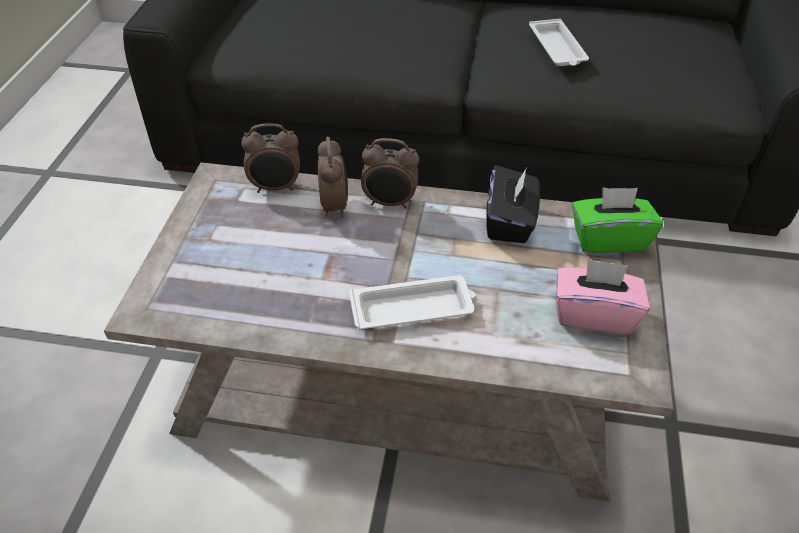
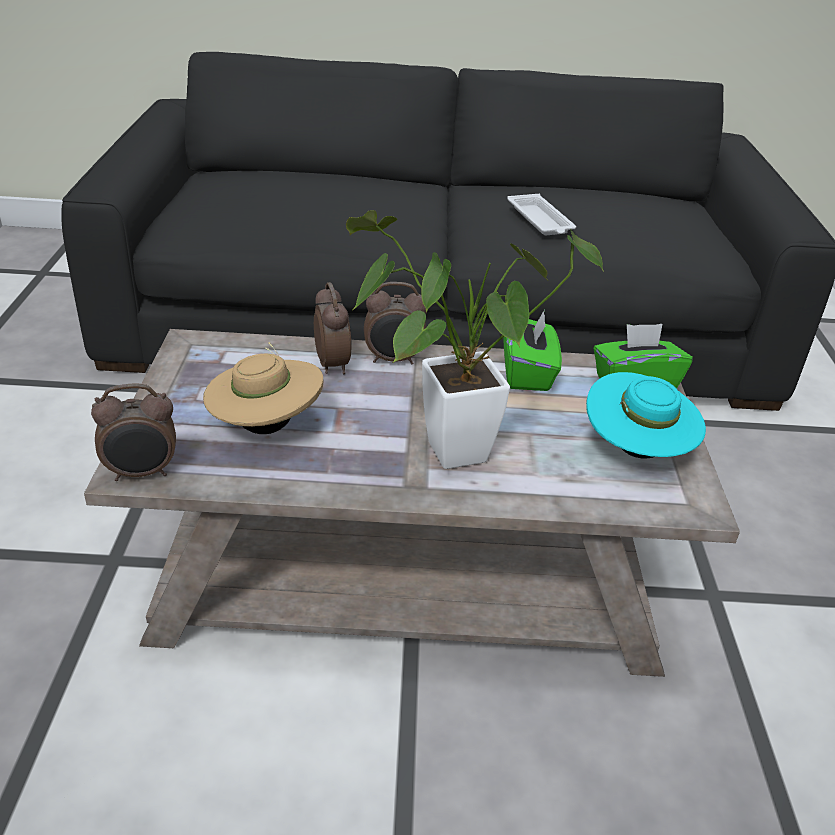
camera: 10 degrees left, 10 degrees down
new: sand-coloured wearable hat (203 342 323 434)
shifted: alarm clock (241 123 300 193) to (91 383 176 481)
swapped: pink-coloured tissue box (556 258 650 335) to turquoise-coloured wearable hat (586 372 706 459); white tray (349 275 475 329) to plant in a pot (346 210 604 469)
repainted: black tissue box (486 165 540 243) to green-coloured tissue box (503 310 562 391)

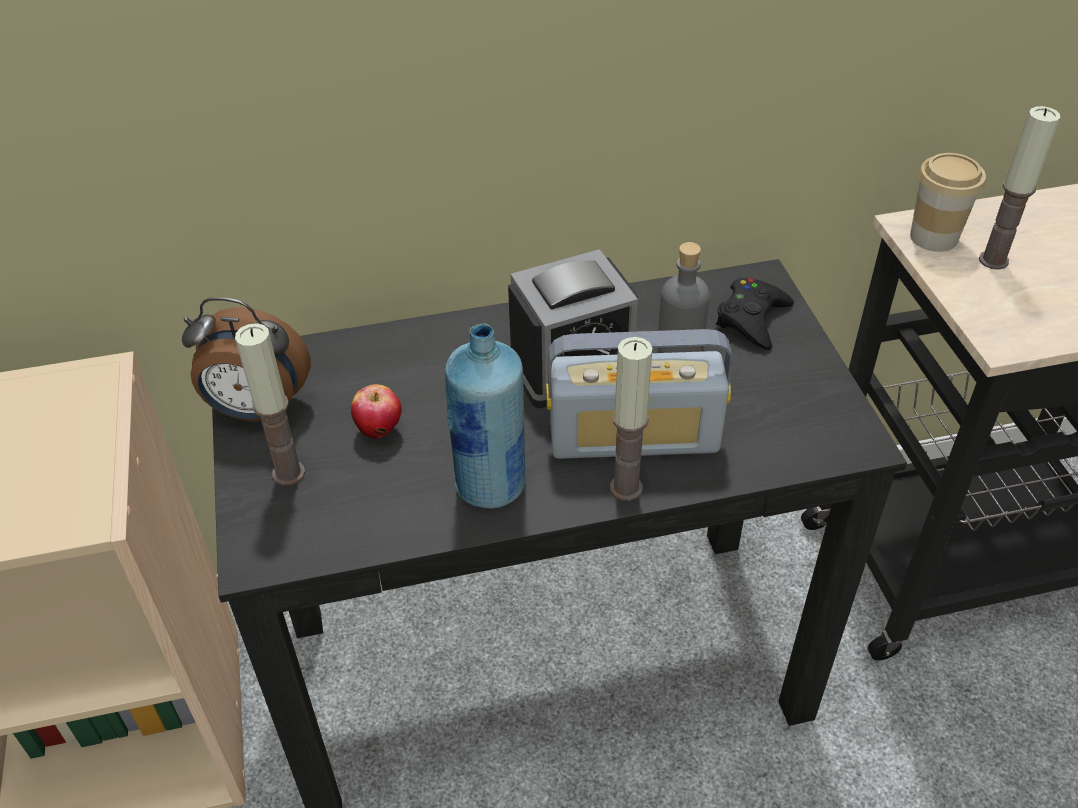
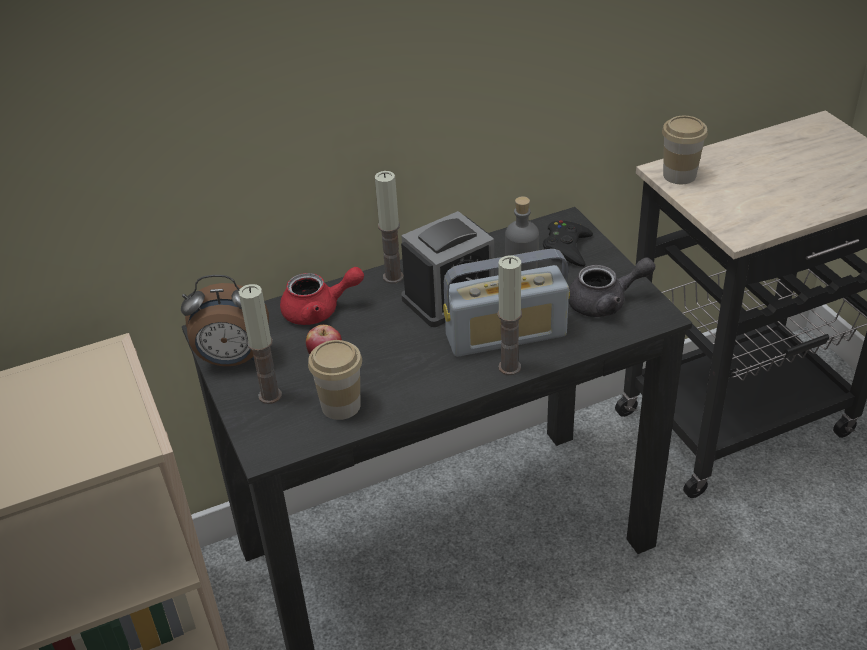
camera: 10 degrees left, 5 degrees down
gone: blue drink bottle (445 324 525 509)
new: gray pot for tea (568 257 655 317); red pot for tea (280 267 364 325); cup (308 340 362 420)
shifted: wax candle (979 106 1060 270) to (375 171 404 284)

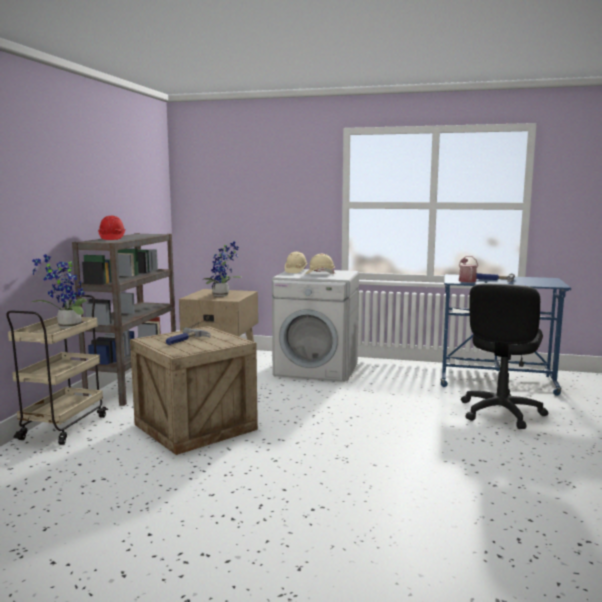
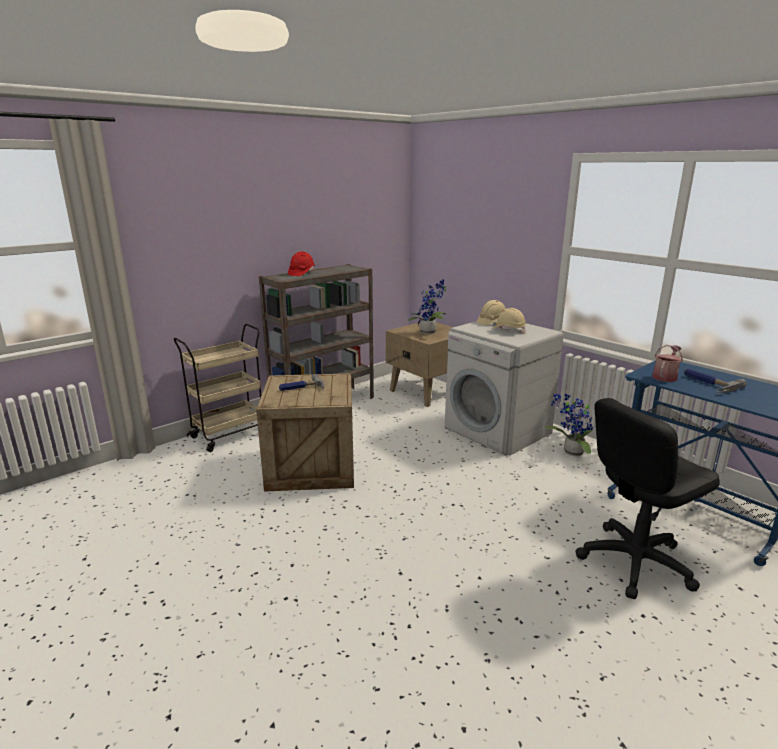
camera: 35 degrees right, 10 degrees up
shifted: plant in a pot (30 254 88 328) to (545 394 593 456)

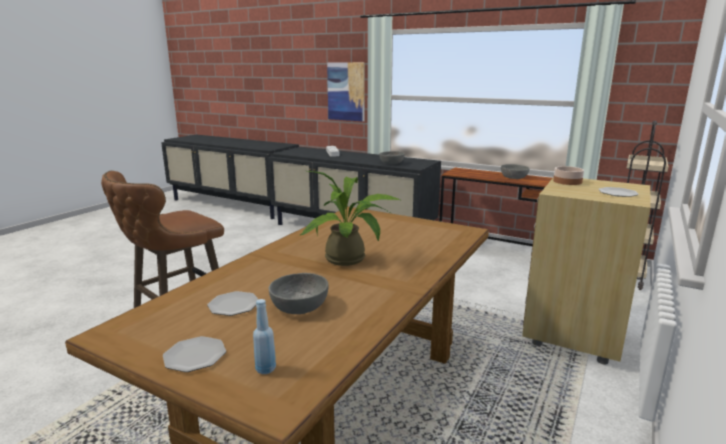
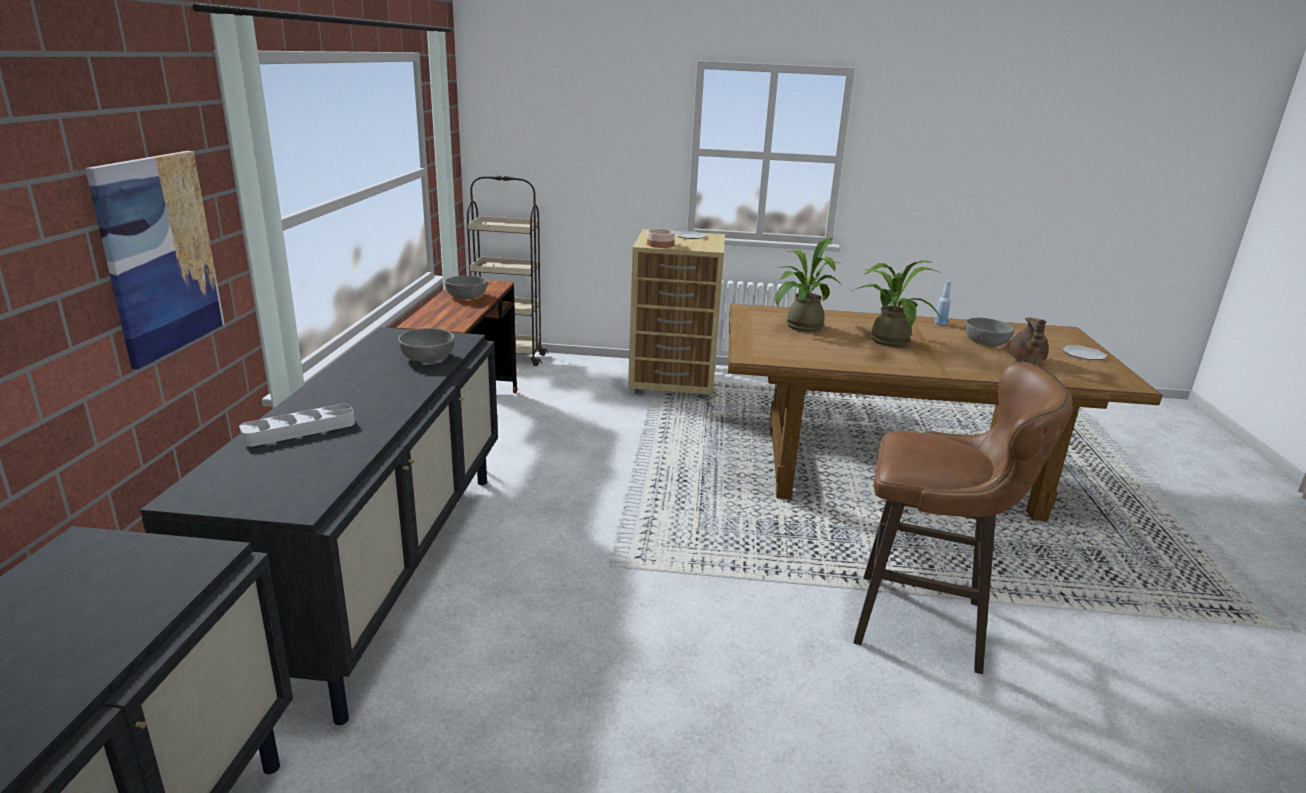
camera: 115 degrees left, 5 degrees up
new: plant in a pot (775 238 841 332)
shifted: blue drink bottle (253 299 276 374) to (935 280 951 325)
swapped: plate (207 291 259 316) to brown-coloured pot for tea (1008 317 1049 362)

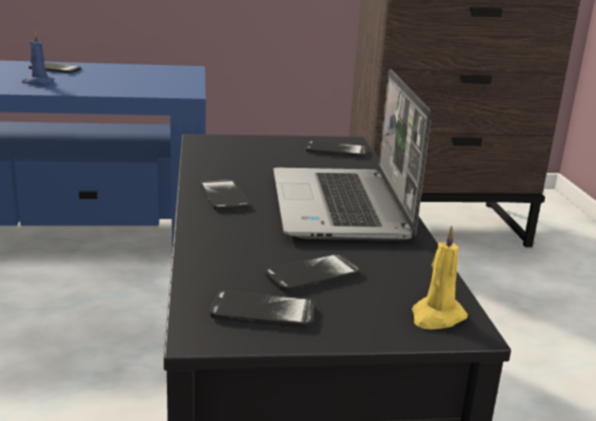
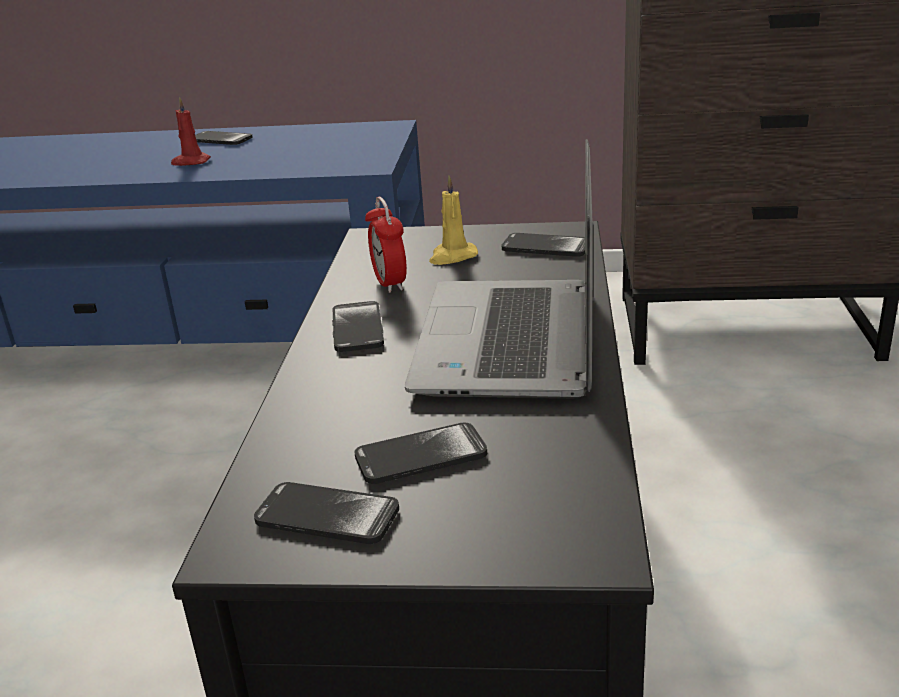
camera: 15 degrees right, 5 degrees up
new: alarm clock (365 197 407 293)
shifted: yellow wax candle (412 225 468 329) to (429 175 478 265)
repainted: blue wax candle (22 31 55 84) to red wax candle (171 97 211 166)

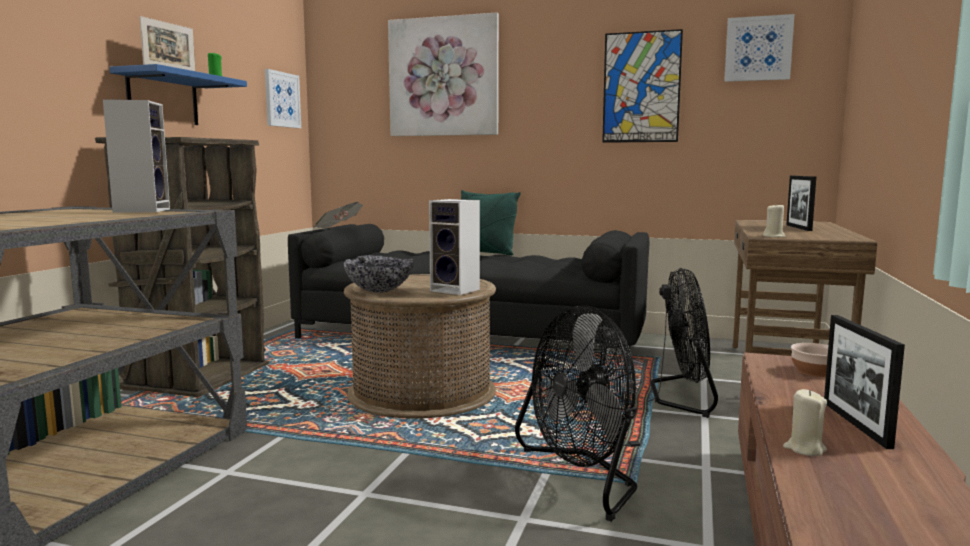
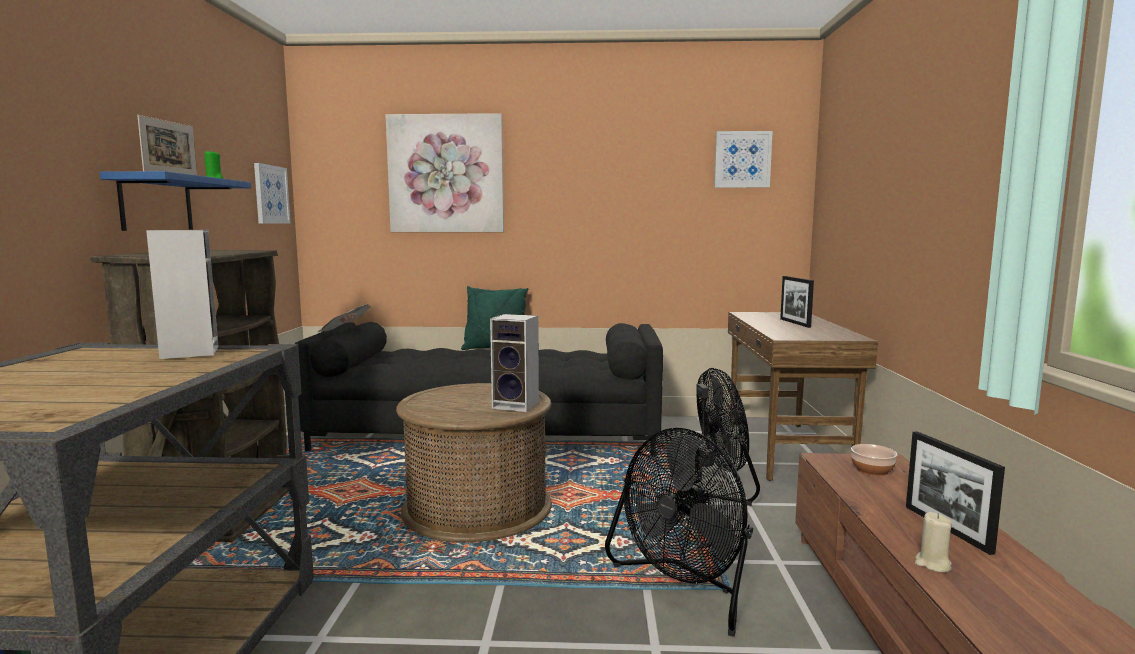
camera: 15 degrees left, 0 degrees up
gone: wall picture (602 29 683 143); sand-coloured wax candle (763 204 785 237); serving bowl (343 255 414 293)

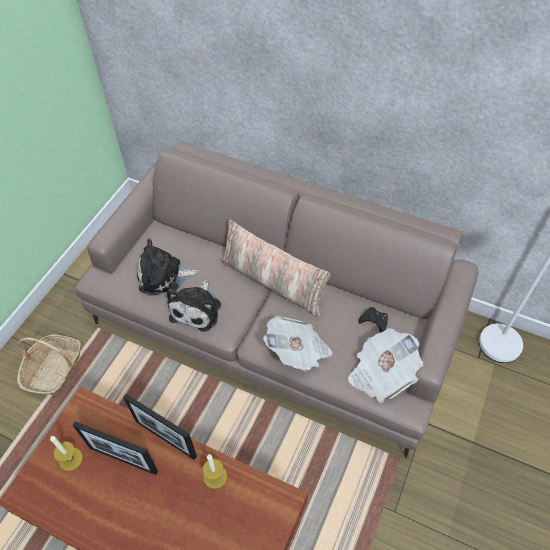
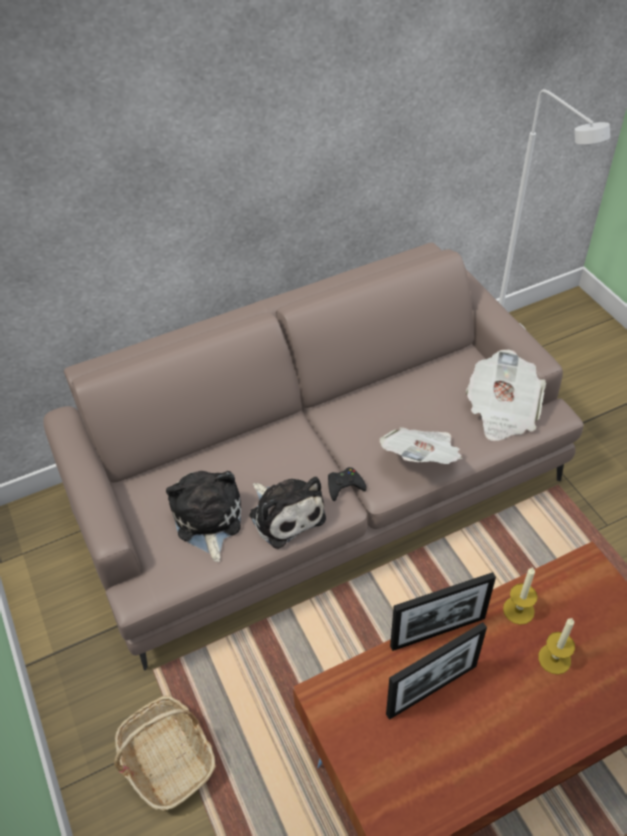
camera: 50 degrees left, 5 degrees down
gone: cushion (220 220 330 317)
shifted: black game controller (358 307 388 333) to (328 467 367 501); wax candle (50 436 83 471) to (538 617 575 674)
rotated: plush toy (137 238 198 296) = (166 471 241 562) 135 degrees clockwise

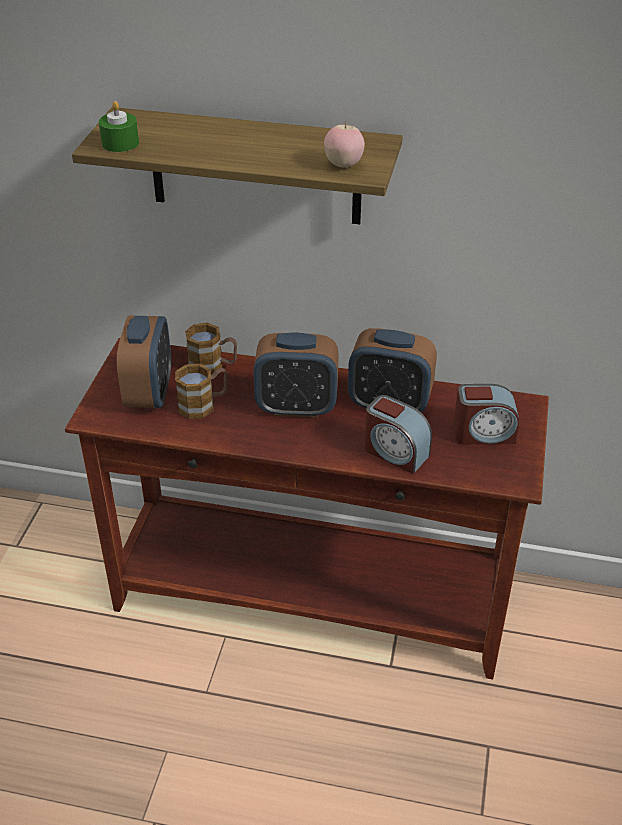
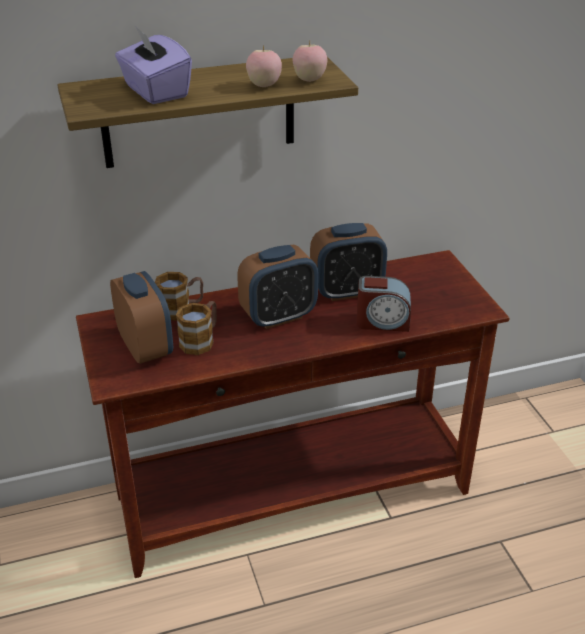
camera: 30 degrees left, 5 degrees down
gone: green-coloured wax candle (99 101 139 152); alarm clock (453 384 519 444)
new: purple-coloured tissue box (115 27 192 104); apple (246 46 282 87)

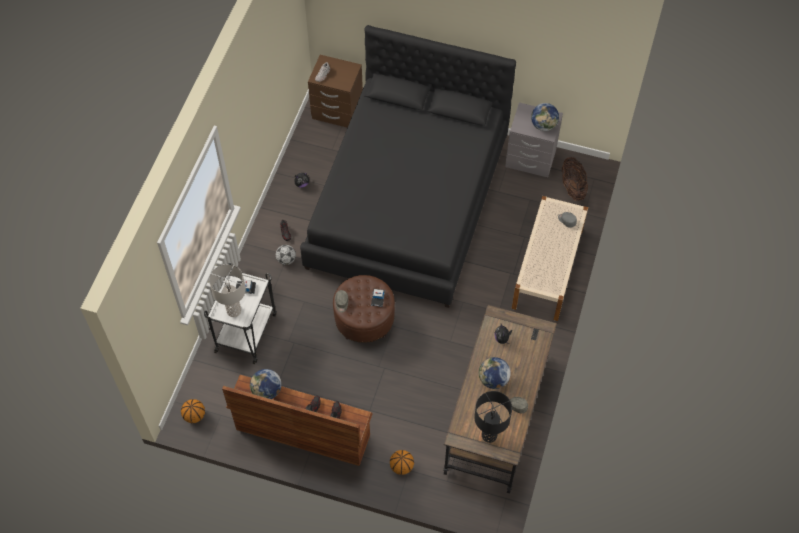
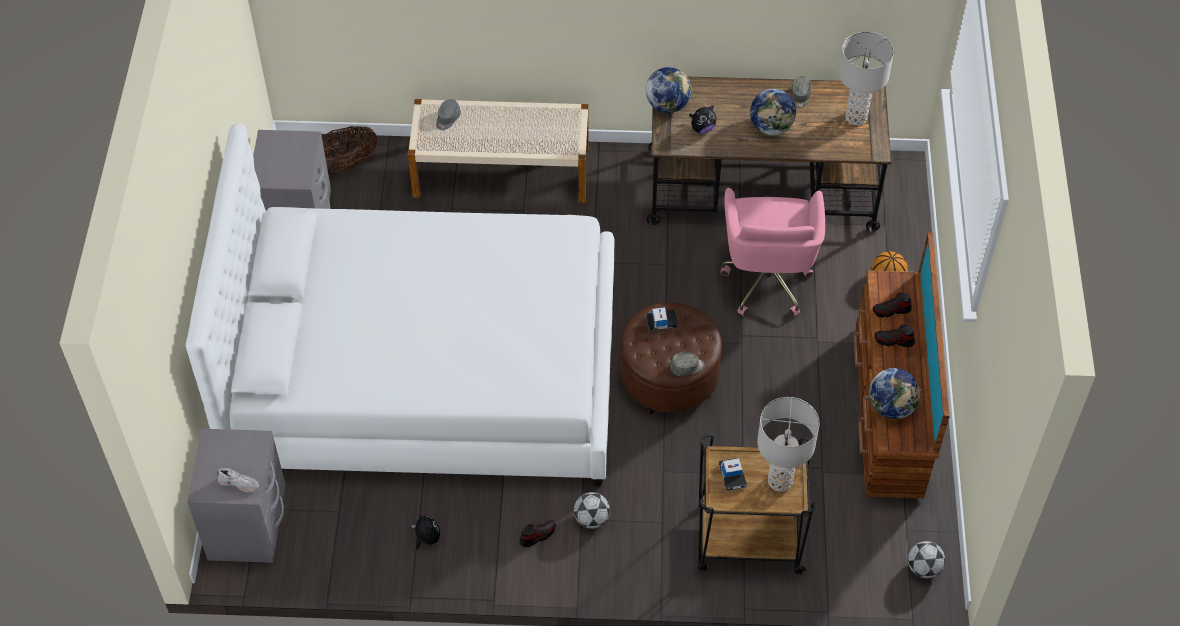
camera: 105 degrees left, 5 degrees down
new: pink-coloured desk chair (720 188 825 317)
shifted: desk globe (531 103 559 131) to (646 67 692 113)
swapped: ball for basketball (181 399 205 423) to football (908 541 945 578)
repainted: black bedroom bed (300 25 516 308) to white bedroom bed (186 123 615 486); brown-coloured bedside table (308 55 363 128) to gray bedside table (187 429 285 563); white wheeled cart (204 263 277 364) to brown-coloured wheeled cart (698 434 816 574); black tabletop lamp (474 391 512 443) to white tabletop lamp (839 32 894 125)

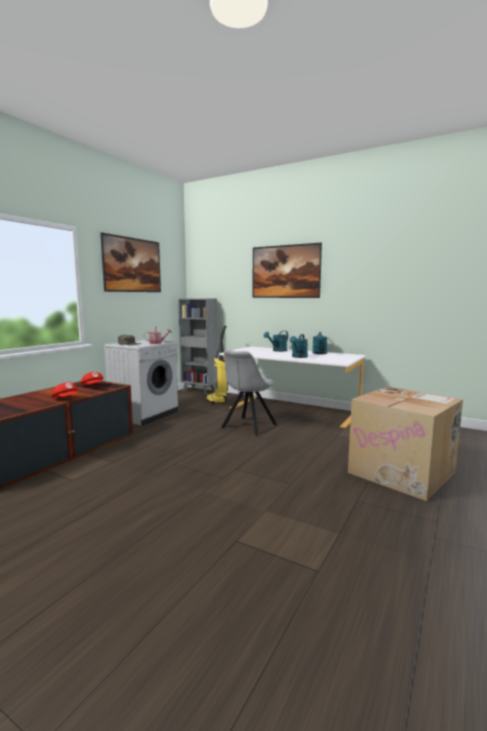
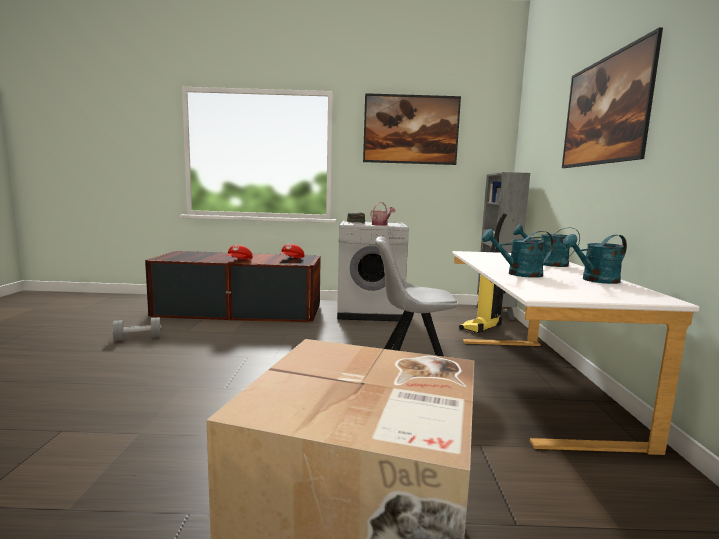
camera: 60 degrees right, 0 degrees up
new: gray hand weight (112 317 161 341)

